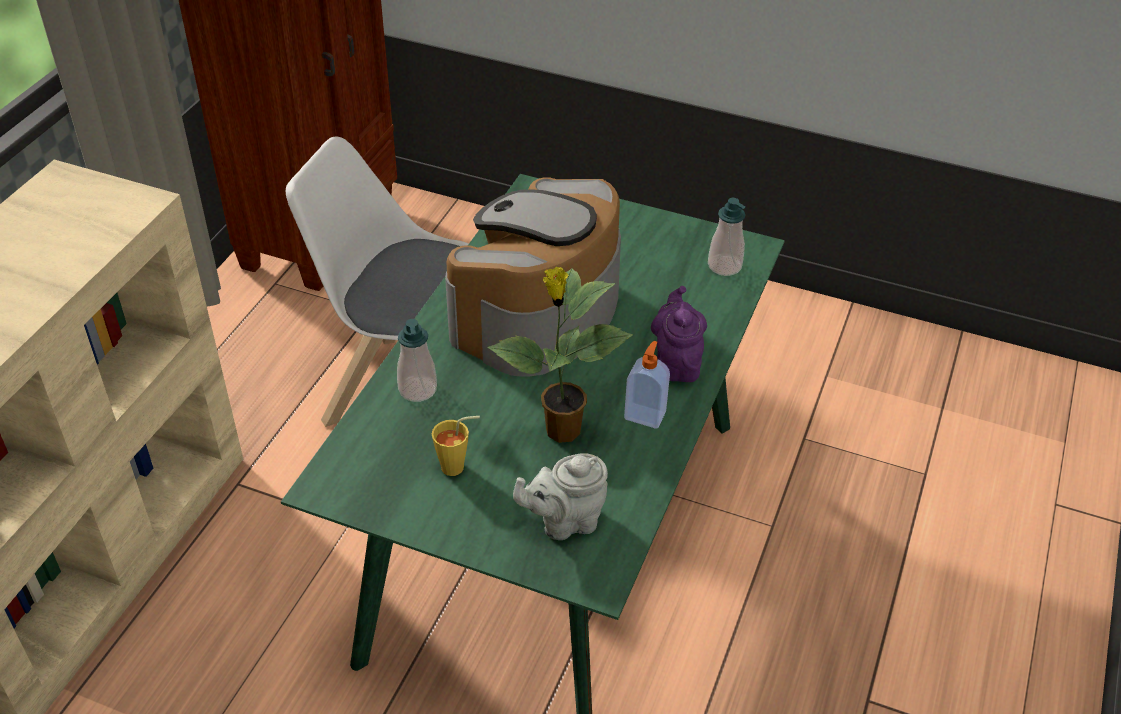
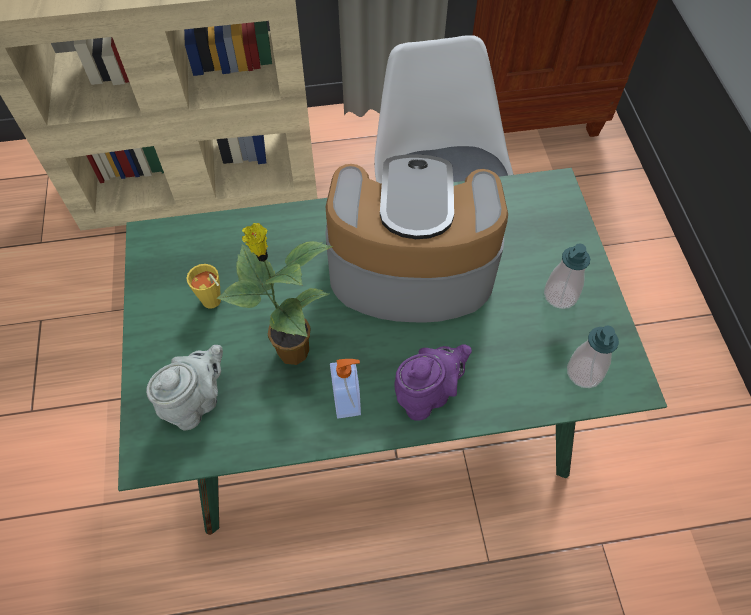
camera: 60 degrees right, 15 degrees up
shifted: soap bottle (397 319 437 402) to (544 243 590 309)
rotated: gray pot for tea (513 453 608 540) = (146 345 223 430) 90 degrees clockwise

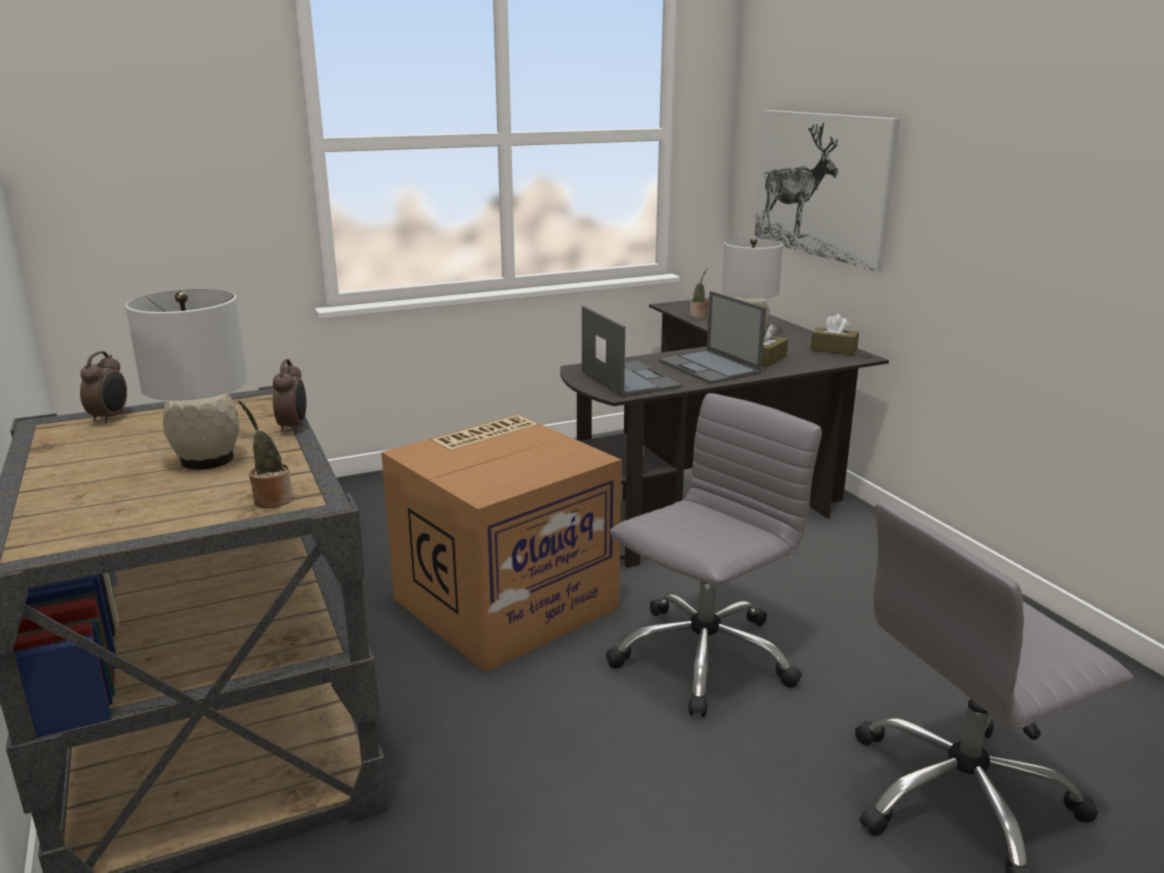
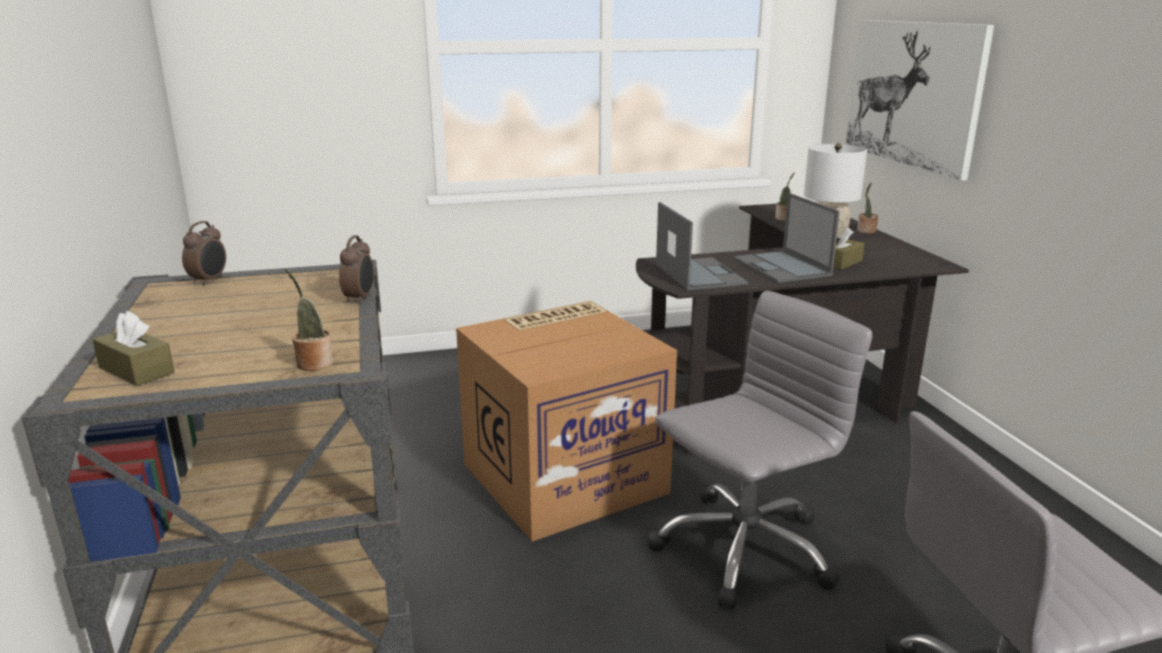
camera: 10 degrees right, 0 degrees up
gone: white tabletop lamp (125 289 248 470)
new: plant in a pot (857 182 878 233)
shifted: brown-coloured tissue box (811 314 859 355) to (93 311 175 386)

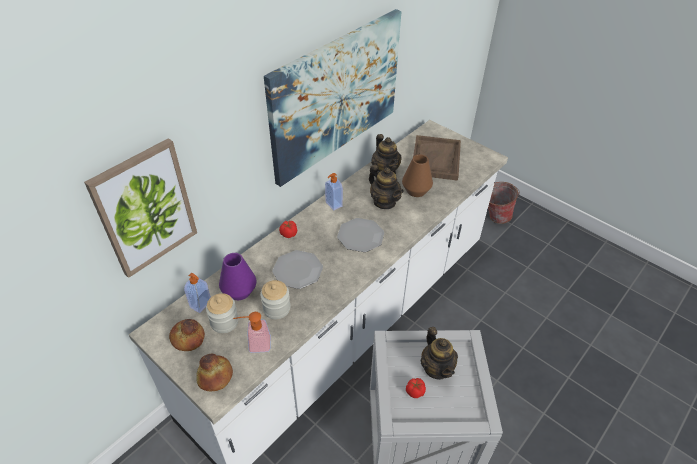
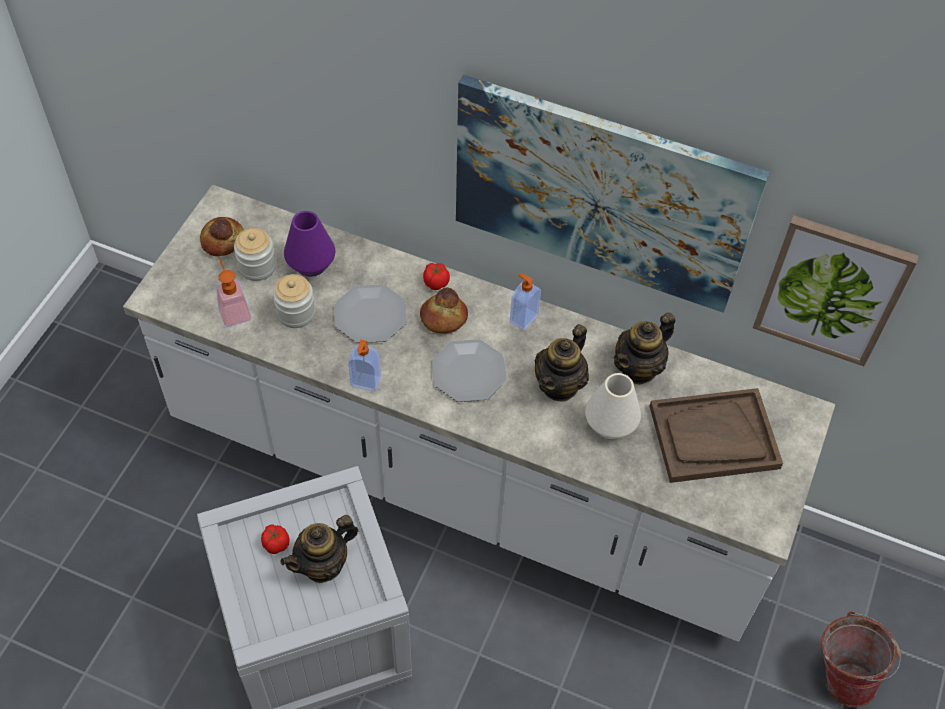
camera: 70 degrees right, 10 degrees up
shifted: wall picture (84 138 197 278) to (753 215 919 366); soap bottle (184 273 211 313) to (348 340 381 391); bakery bread (197 354 233 392) to (420 288 468 333)
repainted: brown-coloured decorative vase (402 154 433 197) to white decorative vase (585 373 641 439)

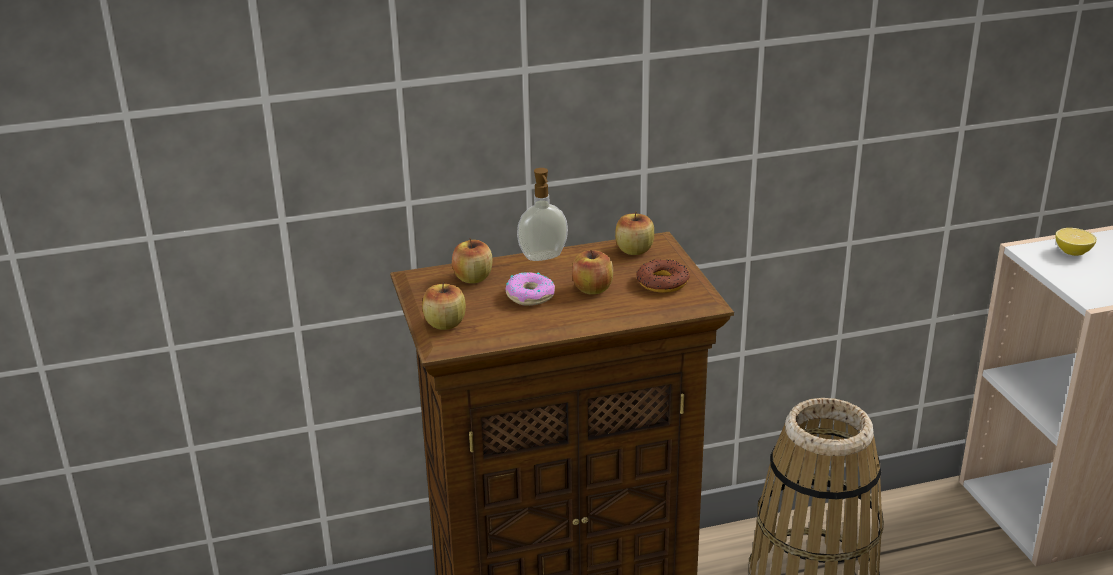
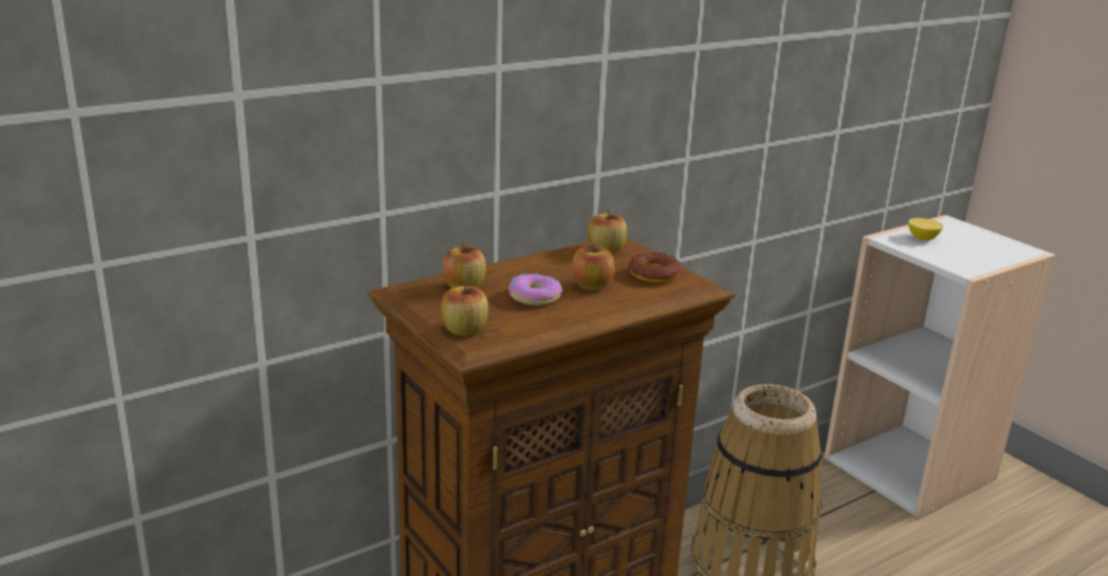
camera: 20 degrees left, 5 degrees down
gone: soap bottle (517 168 568 261)

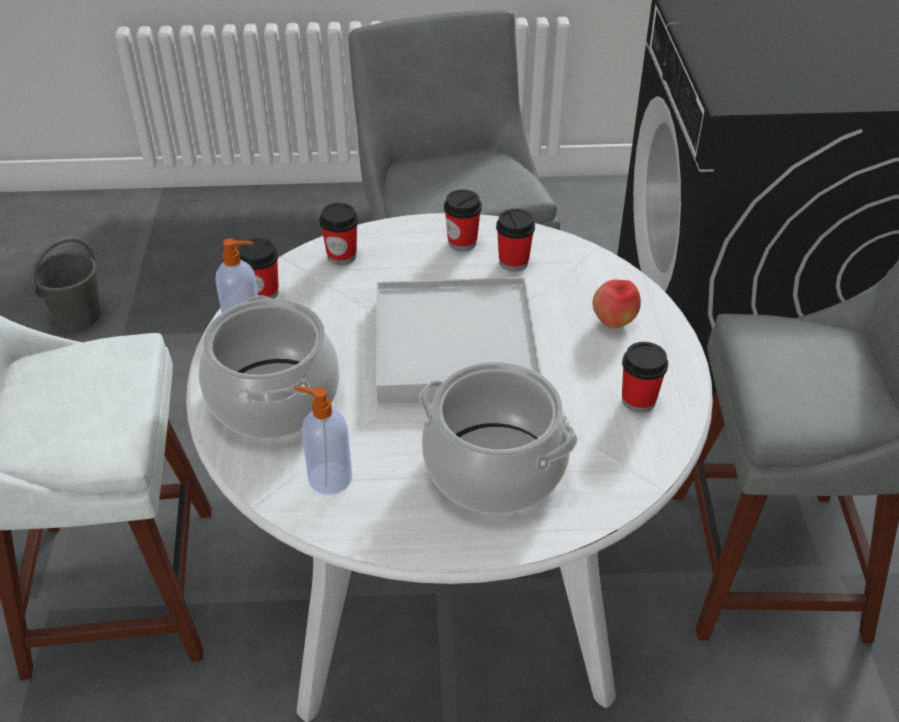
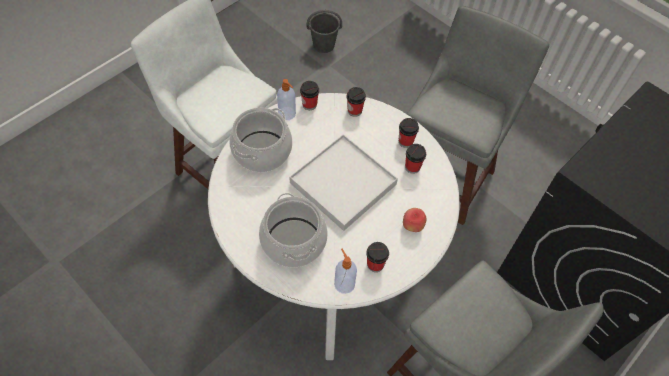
camera: 45 degrees right, 15 degrees up
shifted: soap bottle (294 386 352 495) to (334 249 357 294)

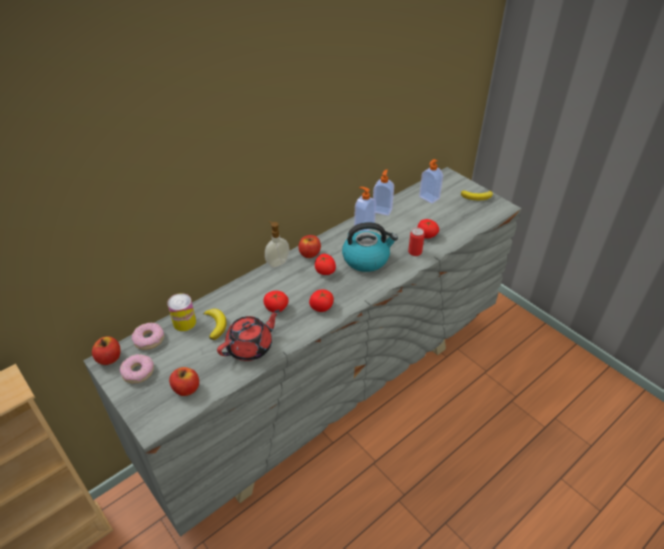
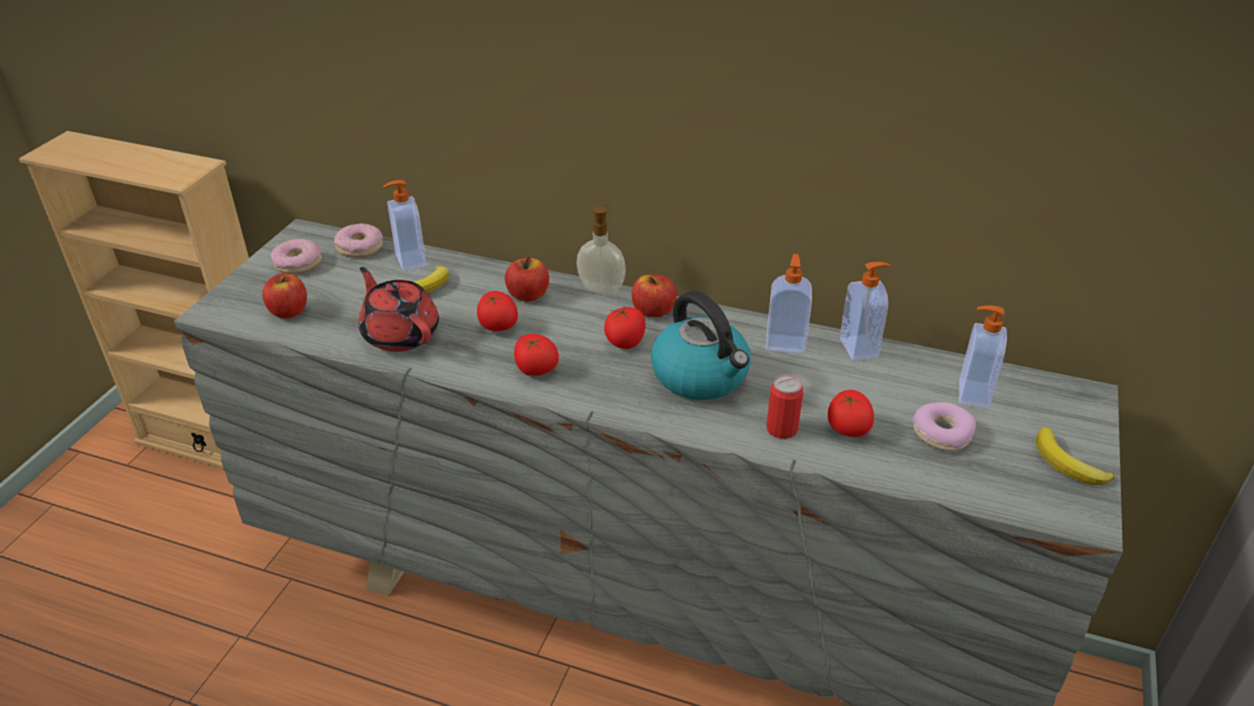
camera: 60 degrees right, 5 degrees down
new: donut (913 402 976 452)
shifted: apple (92 336 121 365) to (505 257 549 301)
swapped: metal can (167 293 196 331) to soap bottle (383 180 427 271)
rotated: red pot for tea (217 309 280 361) = (358 267 439 352) 150 degrees counterclockwise

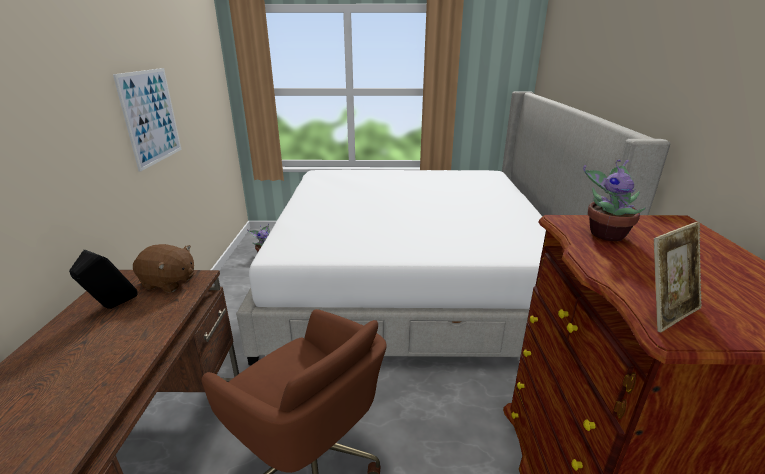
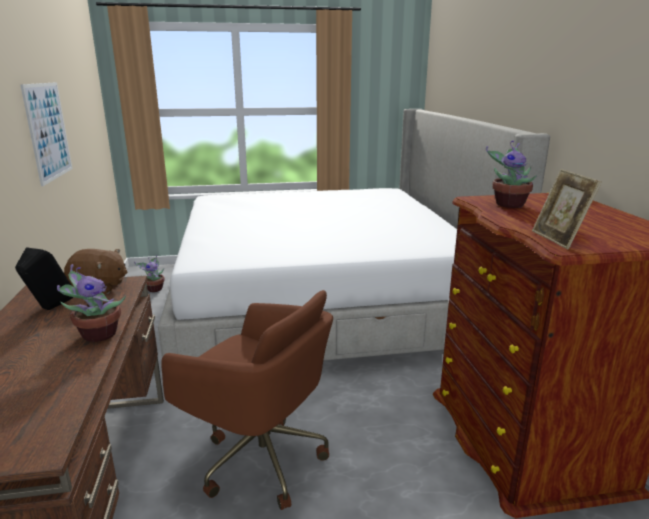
camera: 10 degrees left, 5 degrees down
new: plant in a pot (57 264 126 342)
rotated: picture frame (654 222 702 333) = (532 169 602 250) 120 degrees clockwise

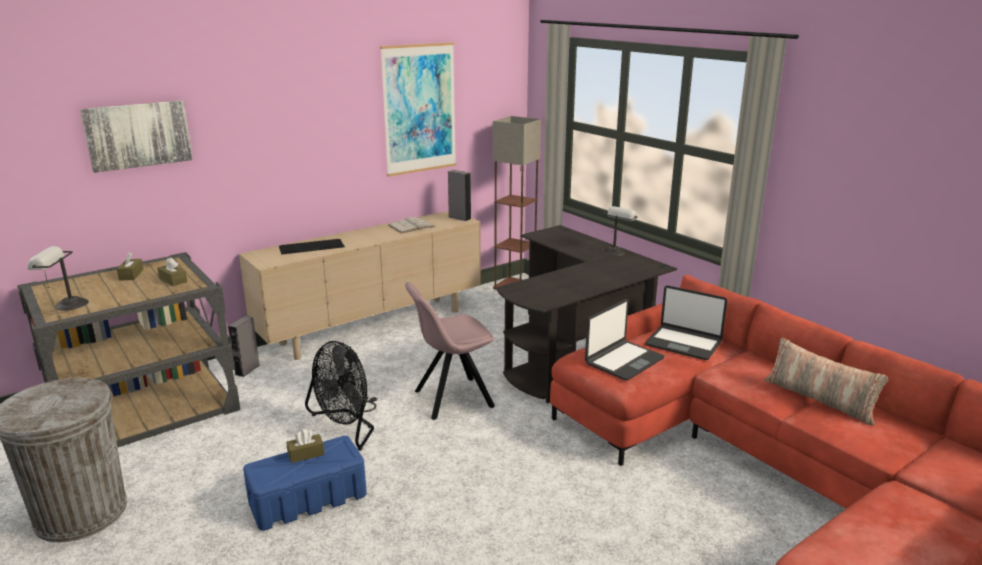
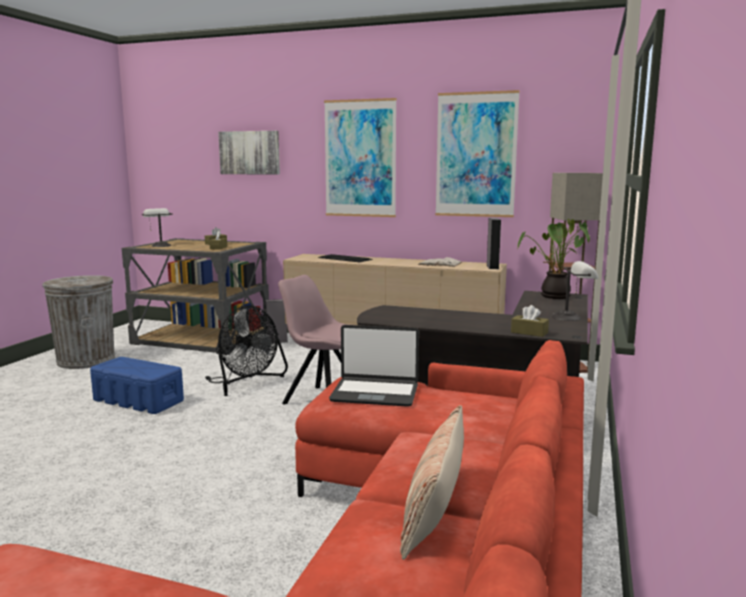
camera: 55 degrees right, 10 degrees down
gone: laptop (646 285 727 360)
new: wall picture (324 98 397 217); plant in a pot (518 218 590 299)
shifted: brown-coloured tissue box (286 429 325 463) to (511 305 549 337)
rotated: black cooling fan (305 341 377 451) = (205 306 288 396) 150 degrees counterclockwise

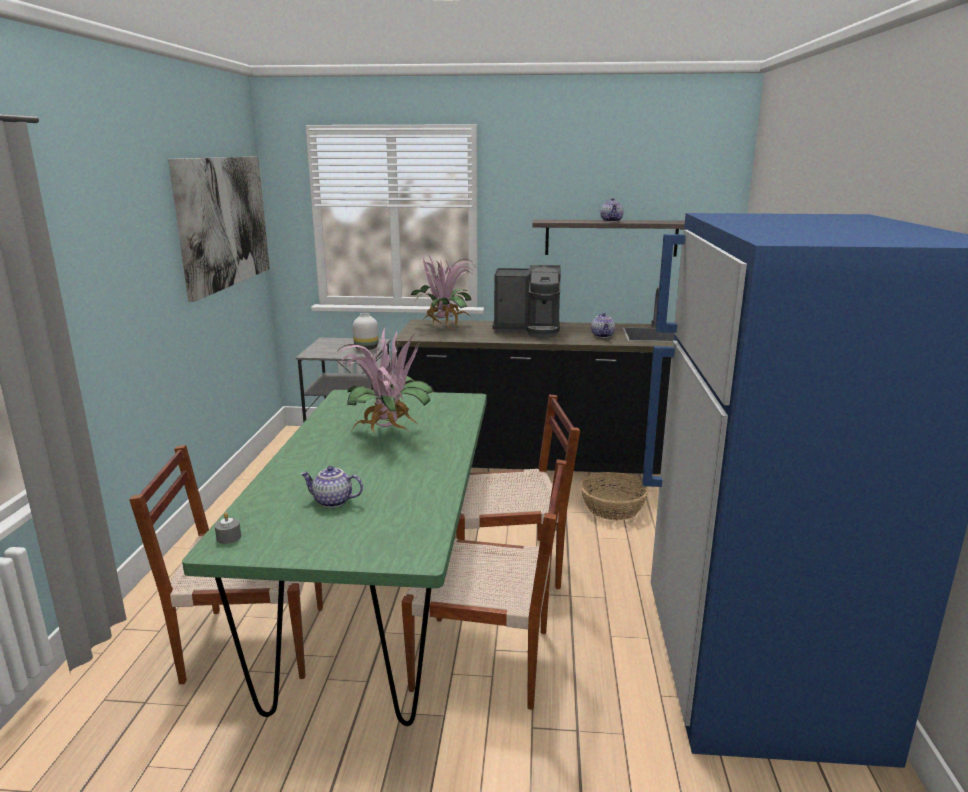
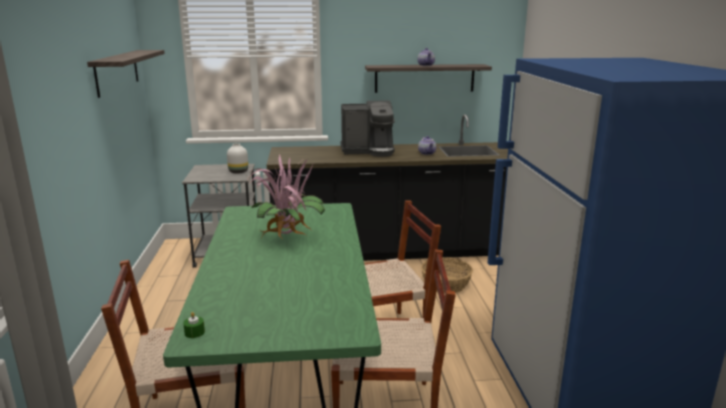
camera: 10 degrees left, 0 degrees up
gone: plant in a pot (411 253 475 332); pot for tea (300 466 363 508)
swapped: wall picture (168 157 270 302) to shelf (87 50 165 98)
repainted: gray wax candle (215 512 241 544) to green-coloured wax candle (183 312 205 338)

